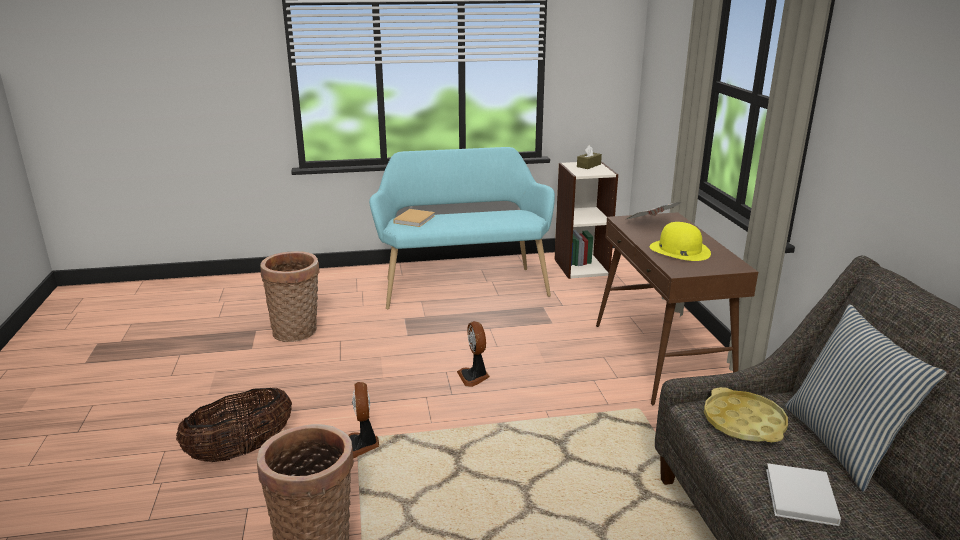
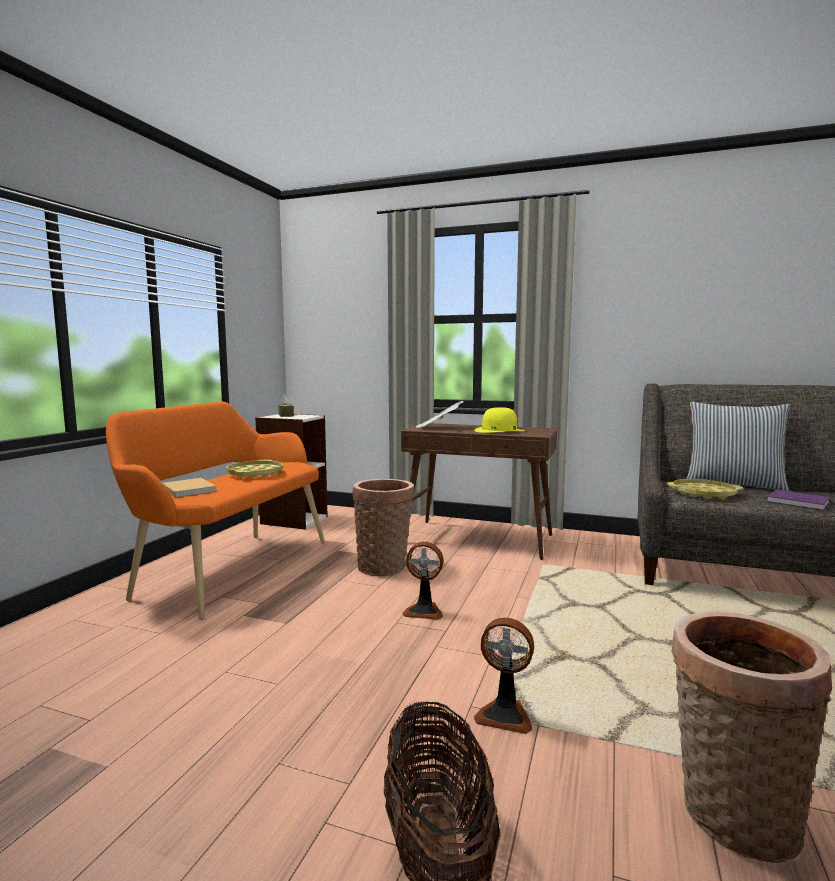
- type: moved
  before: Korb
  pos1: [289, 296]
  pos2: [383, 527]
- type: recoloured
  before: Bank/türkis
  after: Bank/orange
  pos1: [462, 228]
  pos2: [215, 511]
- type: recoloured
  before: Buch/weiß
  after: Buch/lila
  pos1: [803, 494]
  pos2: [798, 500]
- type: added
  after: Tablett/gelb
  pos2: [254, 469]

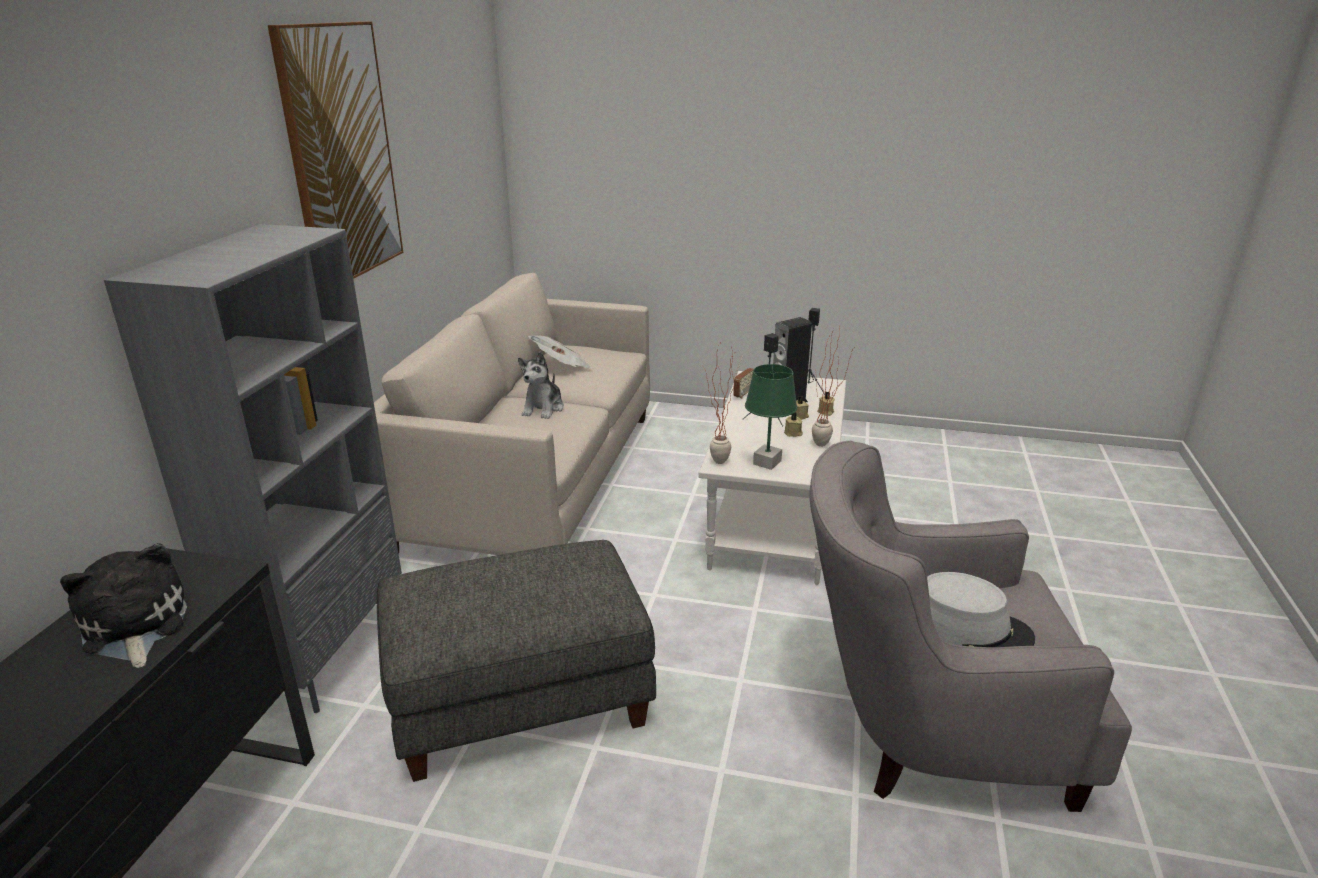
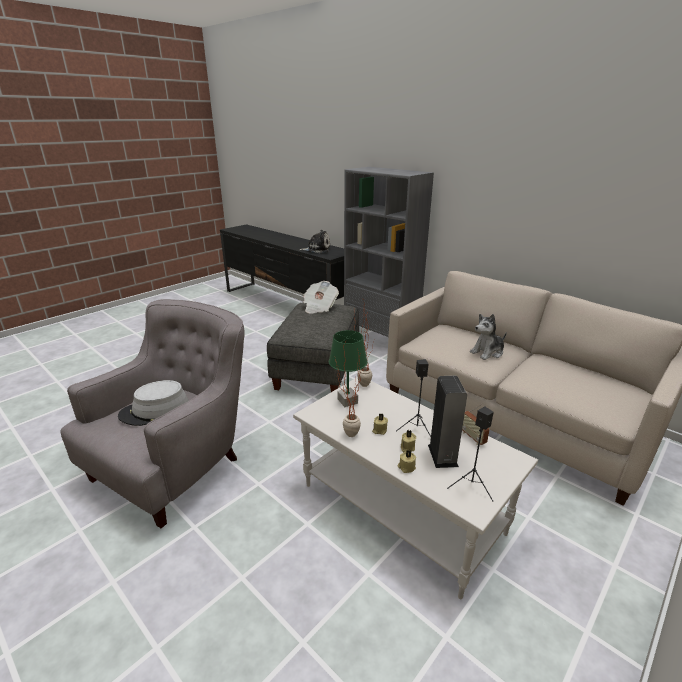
- type: removed
  before: Bild
  pos1: [335, 150]
- type: turned
  before: Plüschtier
  pos1: [541, 385]
  pos2: [488, 337]
  turn: -75
- type: moved
  before: Zeitung
  pos1: [560, 352]
  pos2: [321, 297]

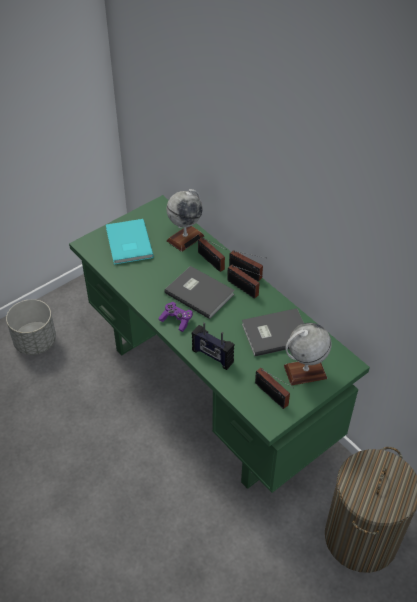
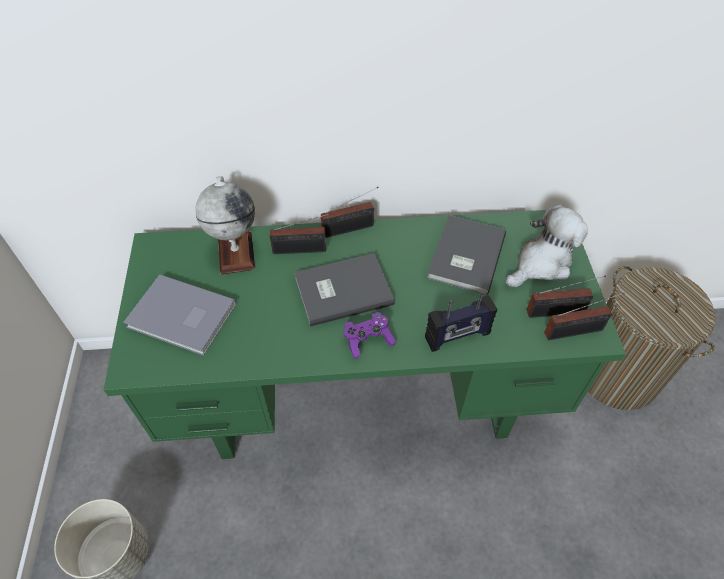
- type: recoloured
  before: Buch/türkis
  after: Buch/grau
  pos1: [130, 242]
  pos2: [179, 315]
- type: moved
  before: Radio
  pos1: [245, 282]
  pos2: [584, 316]
- type: replaced
  before: Globus
  after: Plüschtier
  pos1: [307, 354]
  pos2: [546, 246]

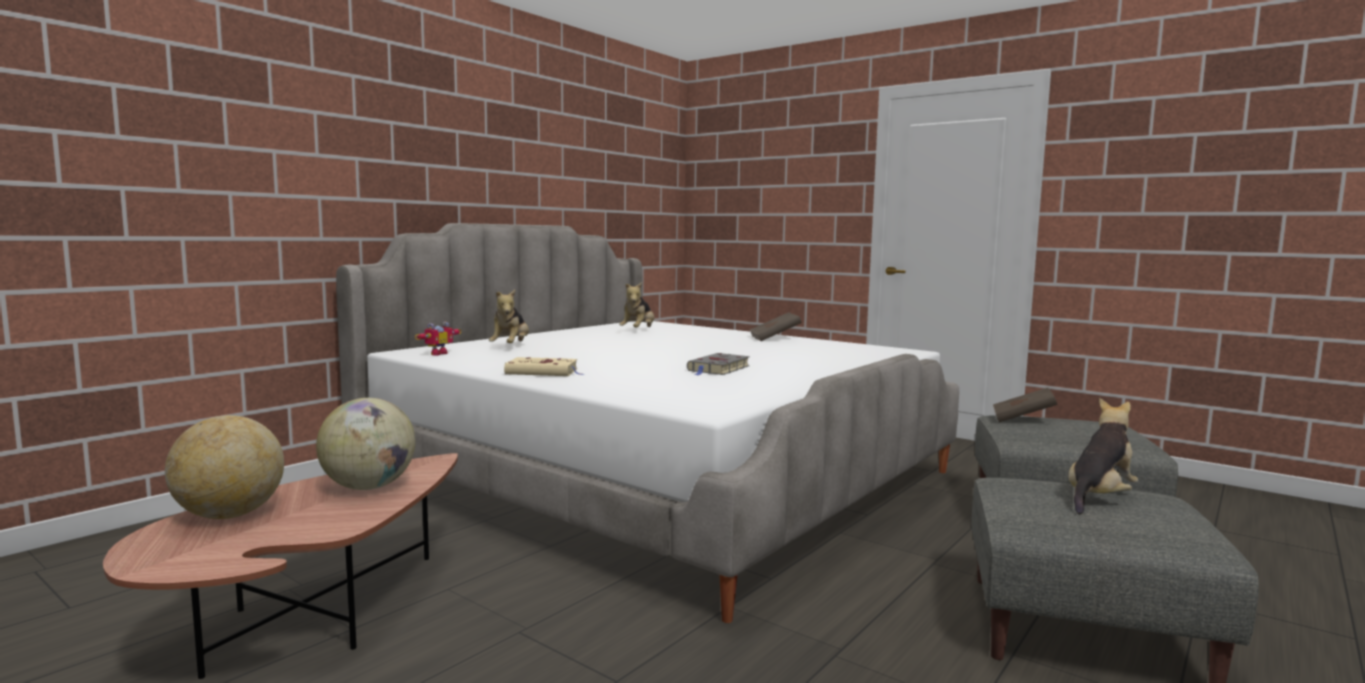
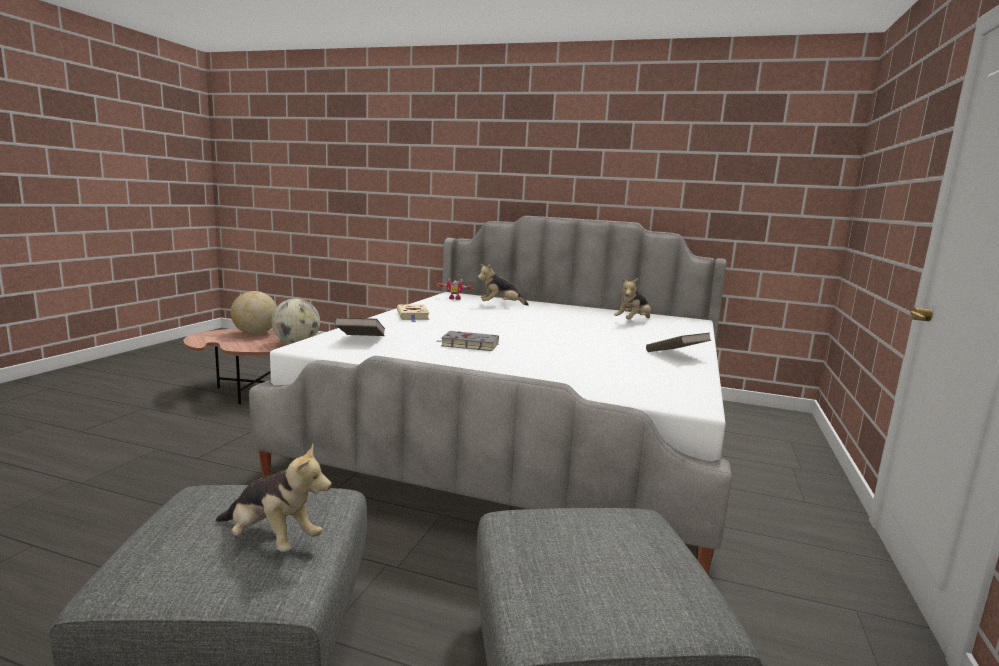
- type: turned
  before: Plüschtier
  pos1: [636, 304]
  pos2: [632, 298]
  turn: -45
- type: moved
  before: Buch/braun
  pos1: [1025, 405]
  pos2: [359, 326]

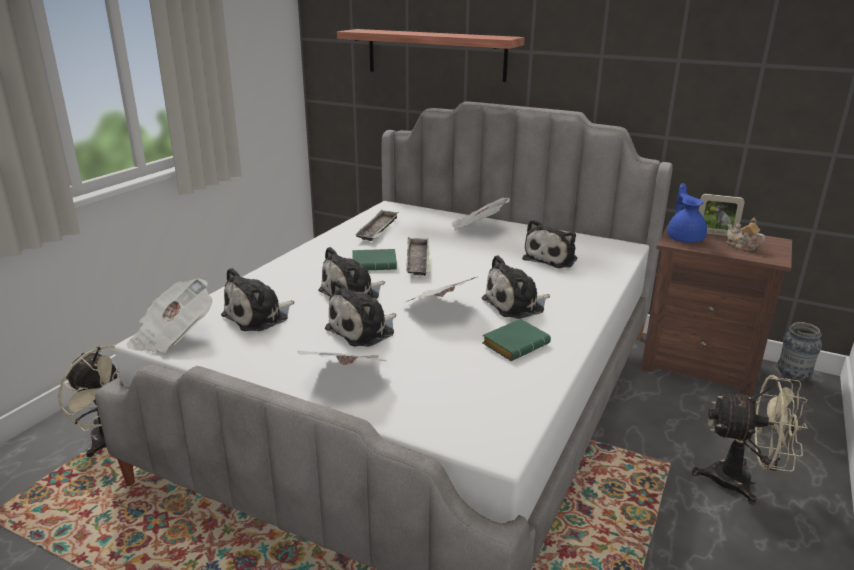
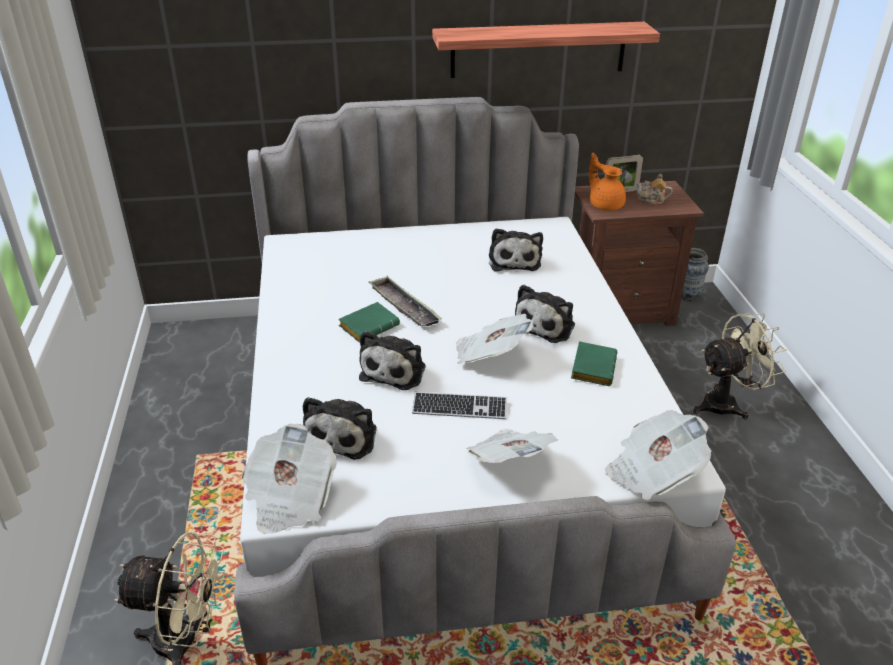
- type: replaced
  before: Plüschtier
  after: Tastatur
  pos1: [360, 313]
  pos2: [459, 405]
- type: moved
  before: Wandregal
  pos1: [431, 55]
  pos2: [546, 50]
- type: removed
  before: Tablett
  pos1: [377, 225]
- type: moved
  before: Zeitung
  pos1: [481, 214]
  pos2: [658, 455]
- type: recoloured
  before: Teekanne/blau
  after: Teekanne/orange
  pos1: [687, 213]
  pos2: [607, 182]

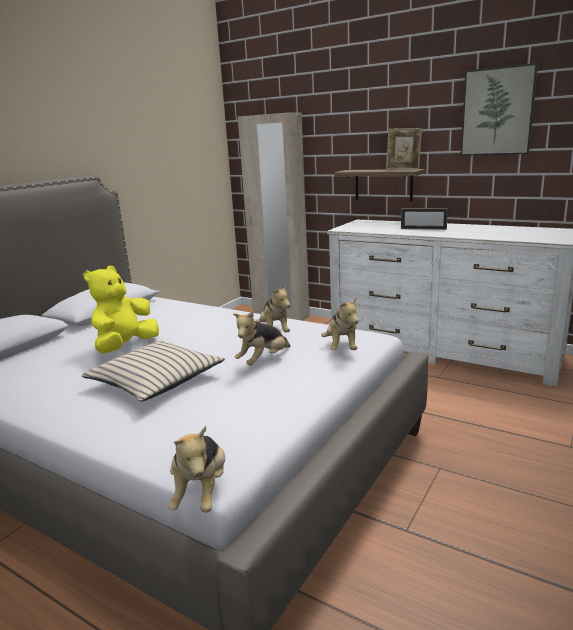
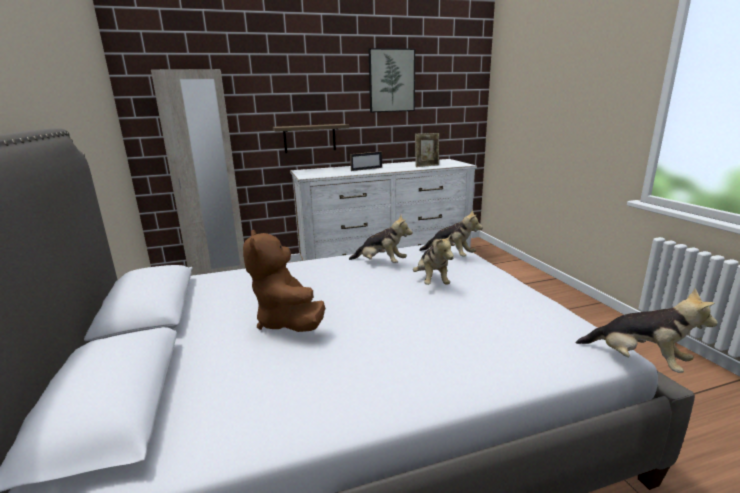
- type: removed
  before: Kissen/beige
  pos1: [153, 371]
- type: recoloured
  before: Plüschtier/gelb
  after: Plüschtier/braun
  pos1: [121, 309]
  pos2: [284, 281]
- type: moved
  before: Bilderrahmen
  pos1: [404, 149]
  pos2: [427, 150]

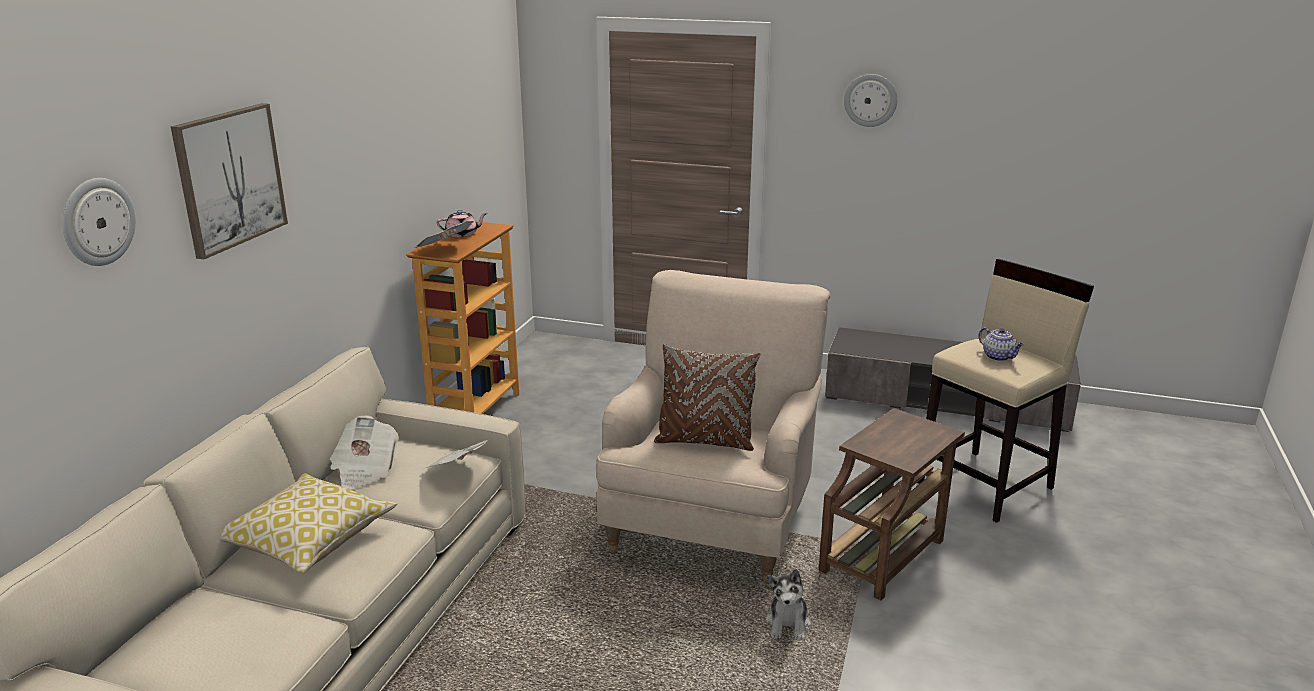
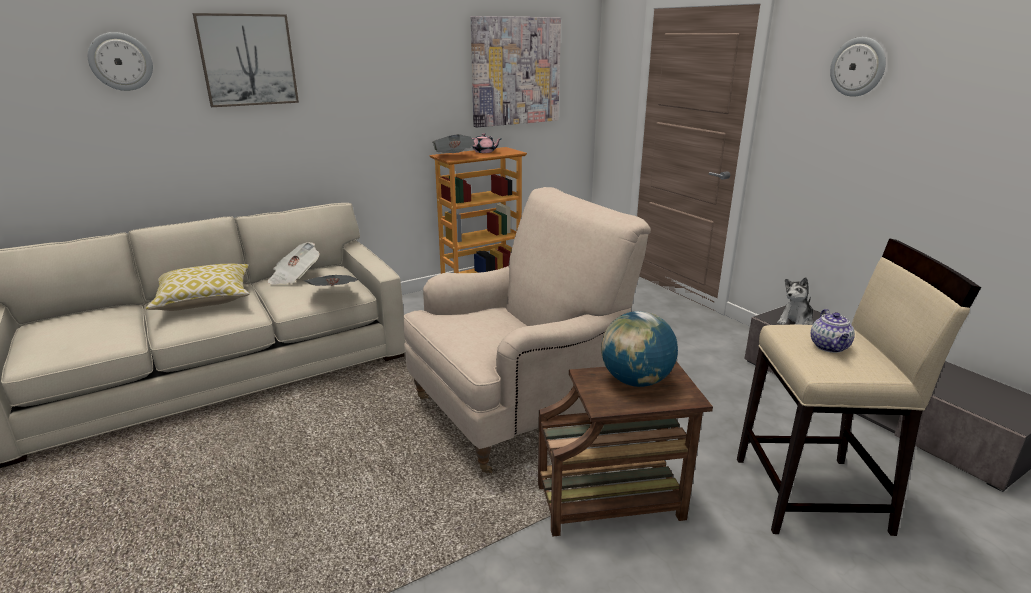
- type: removed
  before: Kissen/braun
  pos1: [707, 397]
- type: moved
  before: Plüschtier
  pos1: [788, 605]
  pos2: [795, 301]
- type: added
  after: Bild
  pos2: [516, 71]
- type: added
  after: Globus
  pos2: [639, 349]

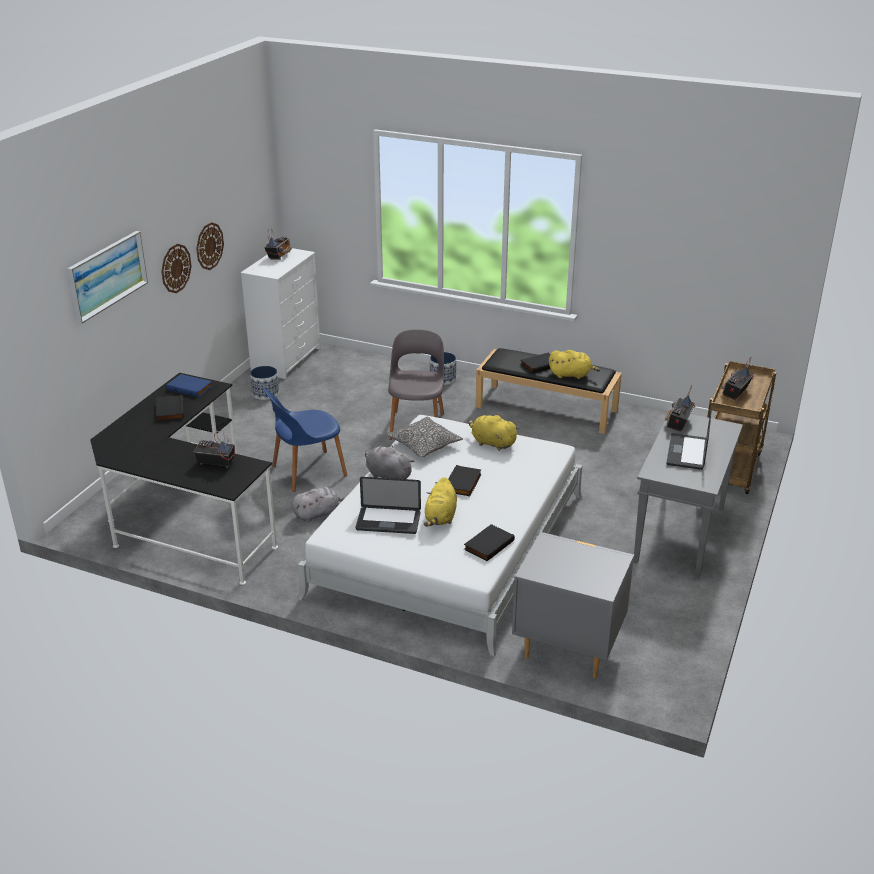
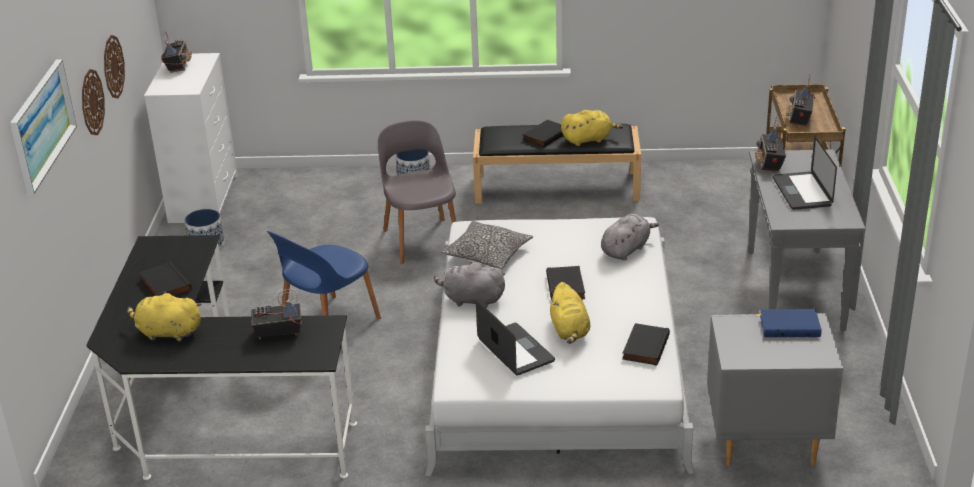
- type: moved
  before: Buch/blau
  pos1: [189, 385]
  pos2: [791, 323]
- type: moved
  before: Plüschtier/grau
  pos1: [318, 504]
  pos2: [630, 237]
- type: turned
  before: Laptop
  pos1: [388, 505]
  pos2: [515, 337]
  turn: -105
- type: moved
  before: Plüschtier/gelb
  pos1: [494, 432]
  pos2: [164, 316]

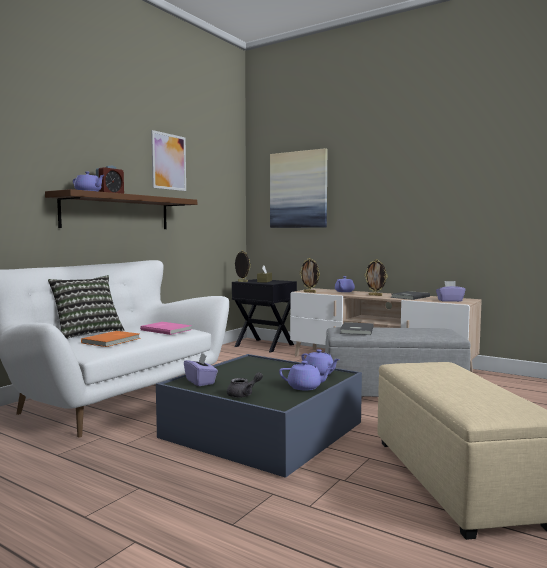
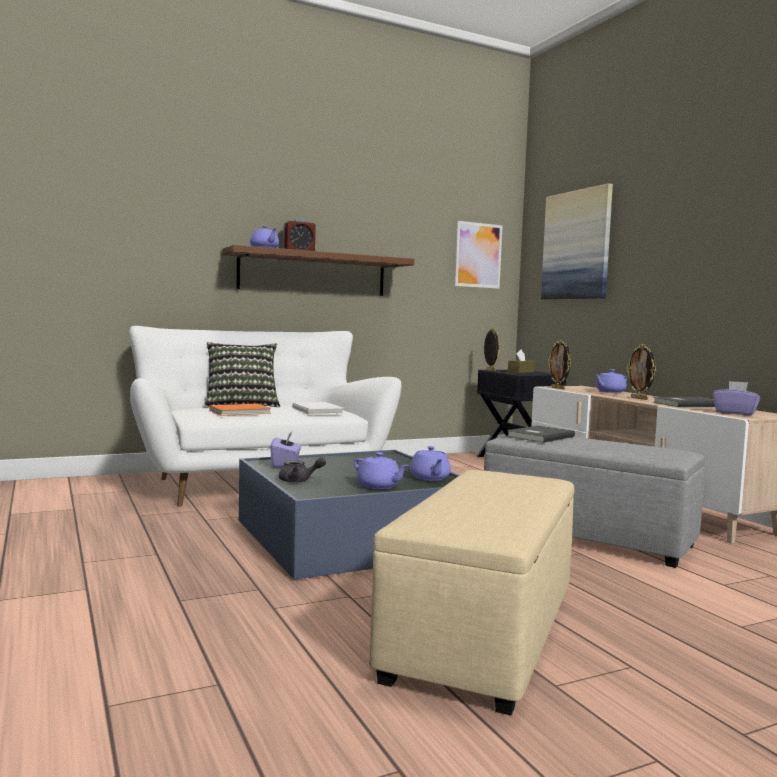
- type: recoloured
  before: Buch/rosa
  after: Buch/weiß
  pos1: [166, 328]
  pos2: [317, 408]
- type: moved
  before: Bild
  pos1: [168, 160]
  pos2: [478, 255]

